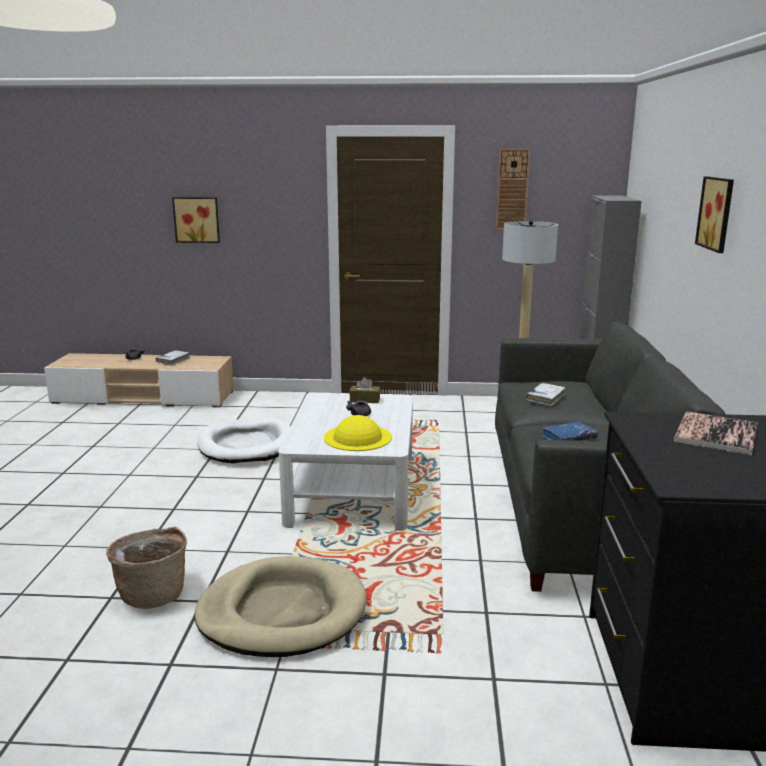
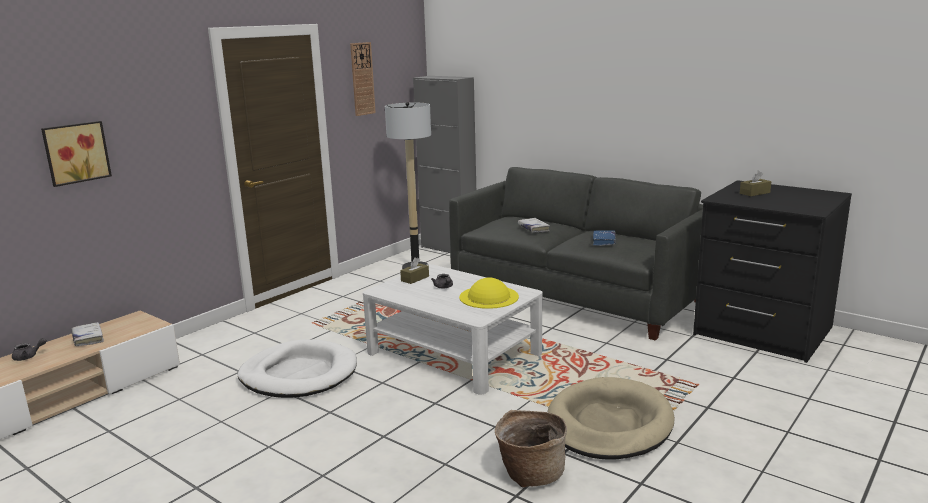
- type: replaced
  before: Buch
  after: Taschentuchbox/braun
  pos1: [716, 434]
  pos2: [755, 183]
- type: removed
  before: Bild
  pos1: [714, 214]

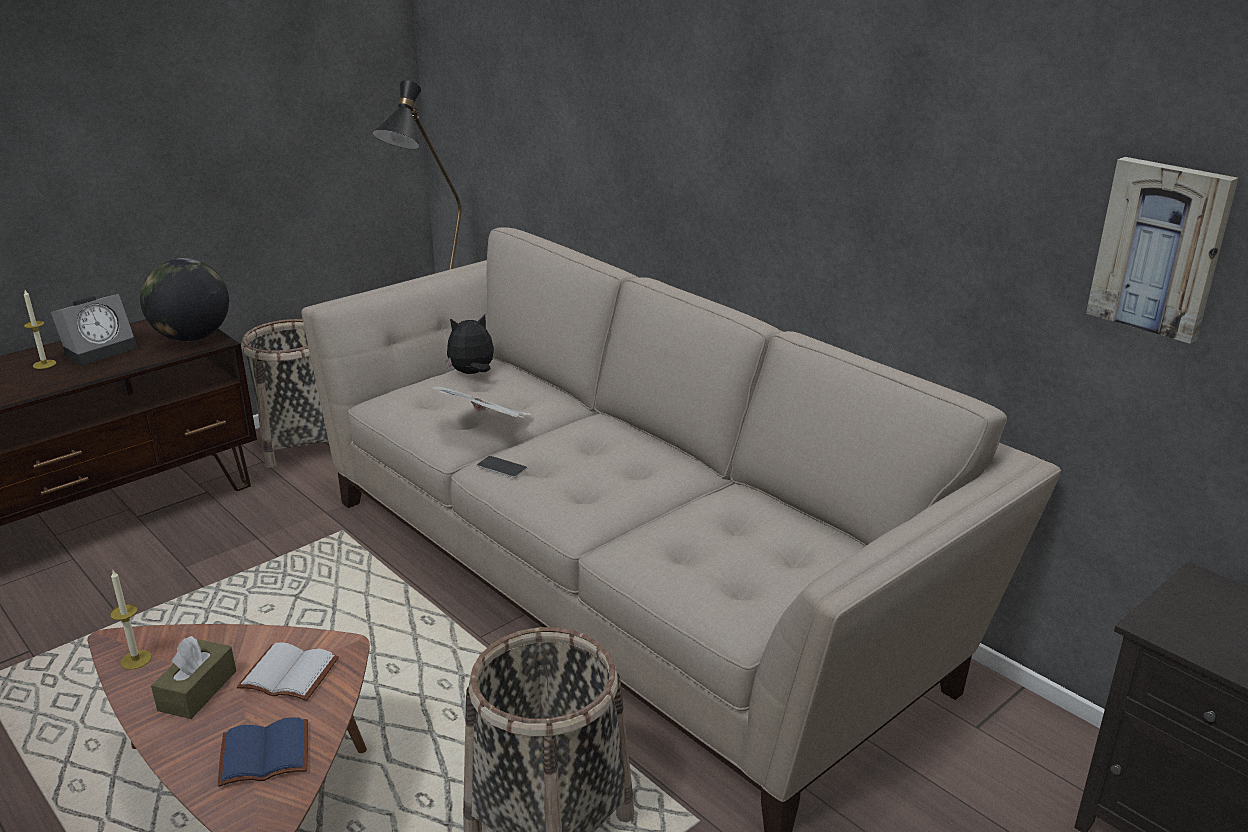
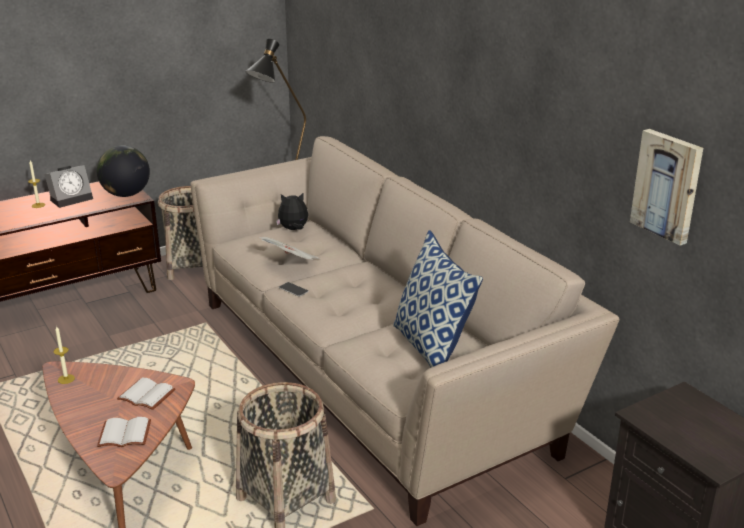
- type: removed
  before: Taschentuchbox/braun
  pos1: [193, 677]
- type: recoloured
  before: Buch/blau
  after: Buch/weiß
  pos1: [262, 752]
  pos2: [124, 432]
- type: added
  after: Kissen
  pos2: [438, 299]

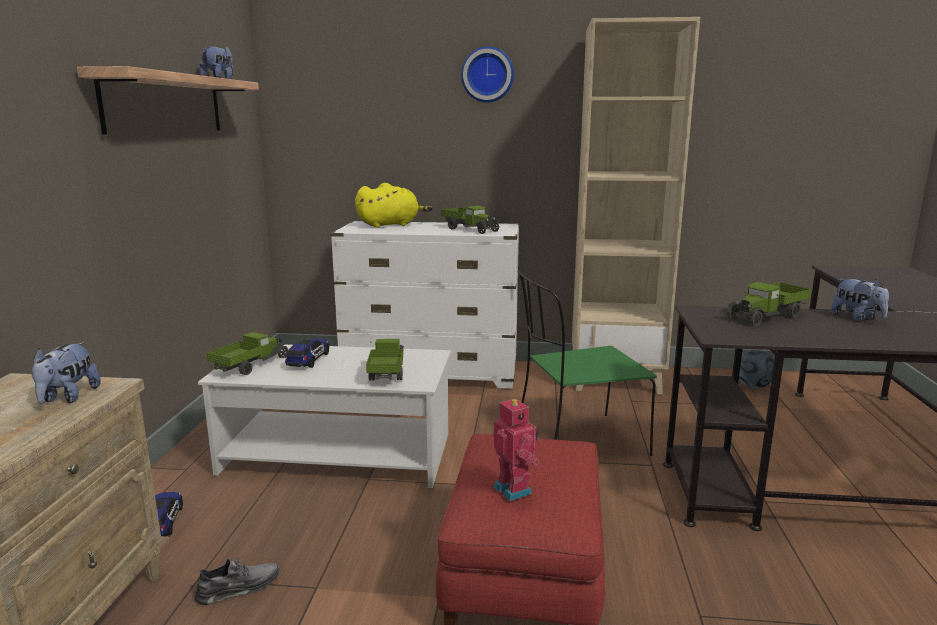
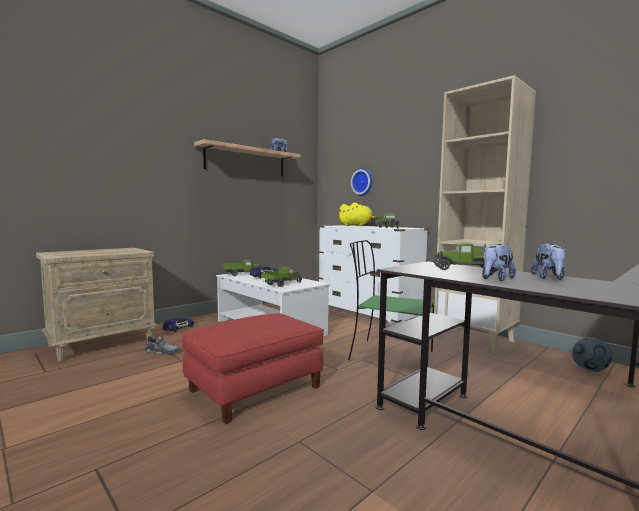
- type: moved
  before: Plüschtier
  pos1: [66, 373]
  pos2: [499, 262]
- type: moved
  before: Wanduhr
  pos1: [487, 74]
  pos2: [362, 182]
- type: removed
  before: Spielzeugroboter
  pos1: [516, 449]

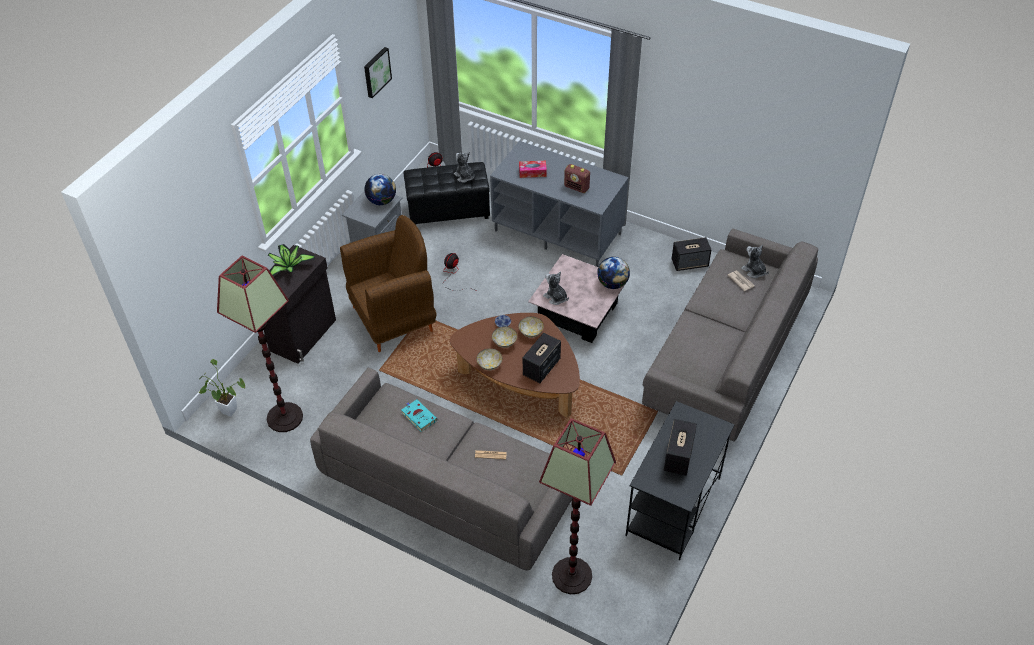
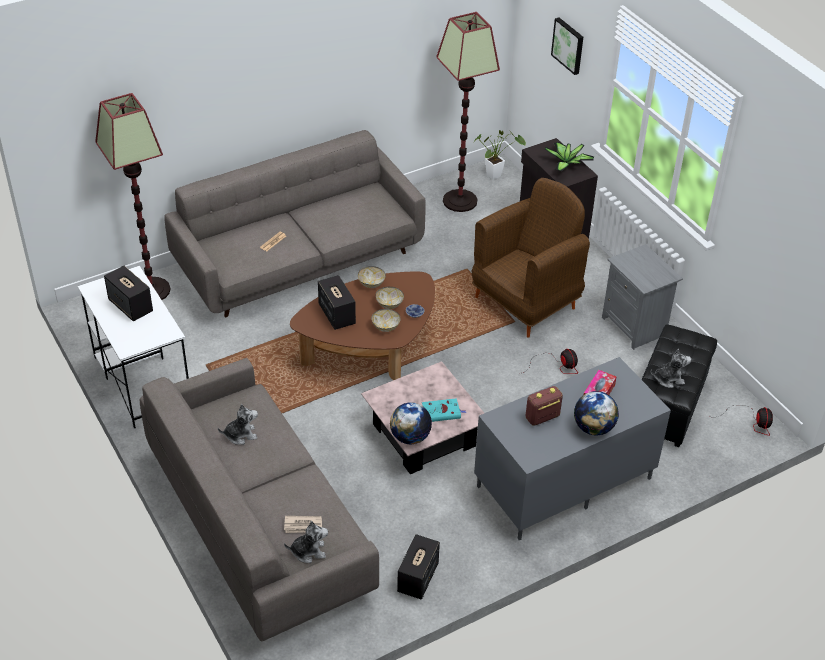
- type: turned
  before: Sessel/braun
  pos1: [388, 283]
  pos2: [531, 258]
  turn: -135
- type: moved
  before: Bild
  pos1: [378, 72]
  pos2: [567, 46]
- type: moved
  before: Globus
  pos1: [380, 189]
  pos2: [596, 413]
- type: moved
  before: Buch/türkis
  pos1: [419, 415]
  pos2: [444, 410]
- type: moved
  before: Plüschtier
  pos1: [556, 288]
  pos2: [238, 424]
- type: recoloured
  before: Schreibtisch/schwarz
  after: Schreibtisch/weiß
  pos1: [680, 480]
  pos2: [133, 347]

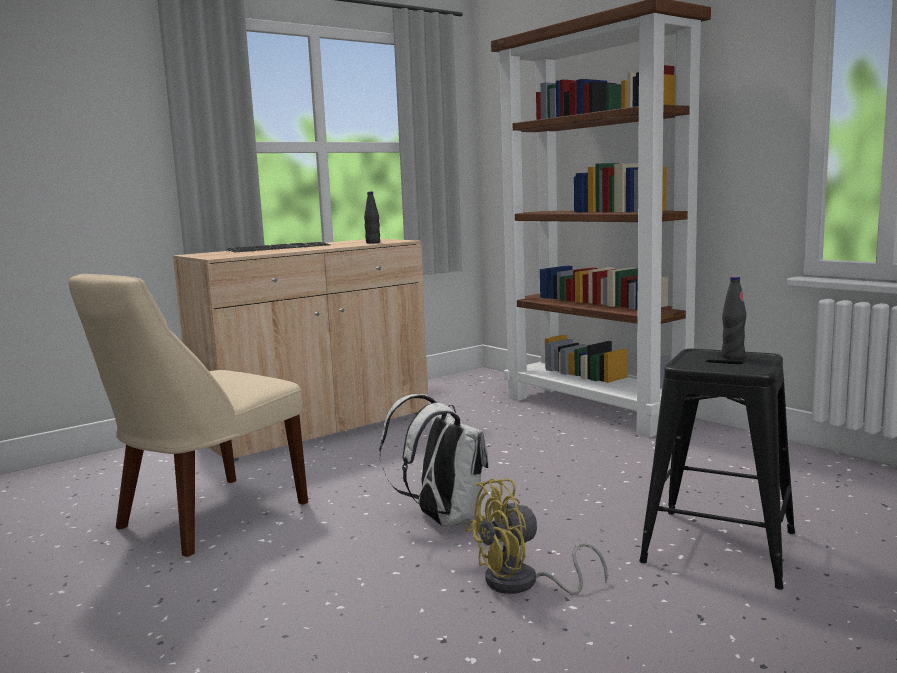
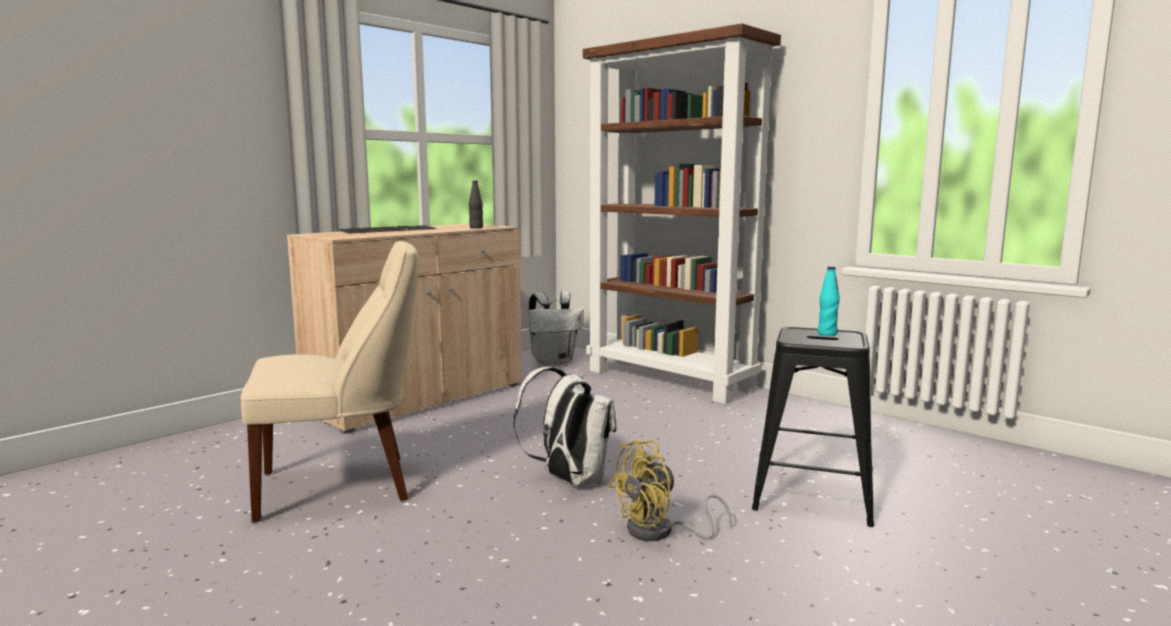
- type: turned
  before: Stuhl/beige
  pos1: [188, 415]
  pos2: [330, 382]
  turn: -135
- type: recoloured
  before: Flasche/schwarz
  after: Flasche/türkis
  pos1: [733, 317]
  pos2: [829, 301]
- type: added
  after: Rucksack/weiß
  pos2: [556, 328]

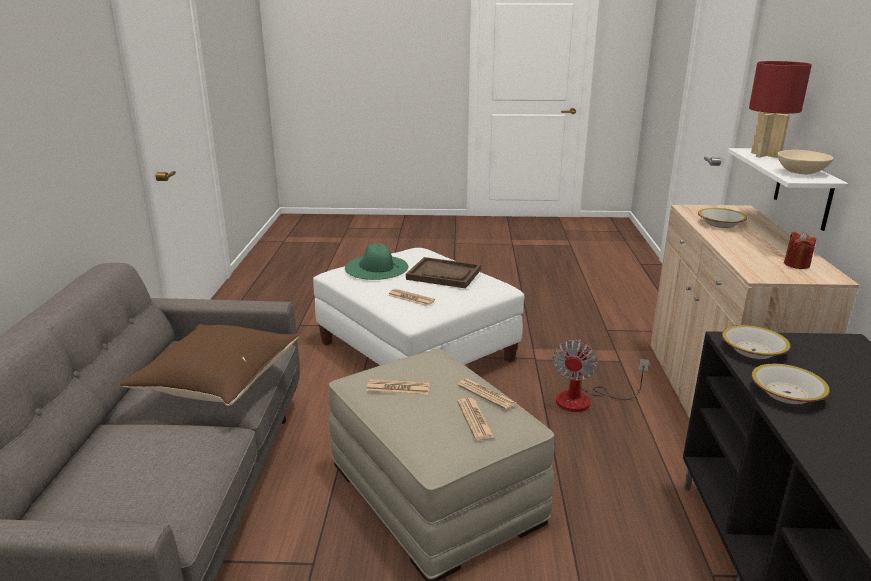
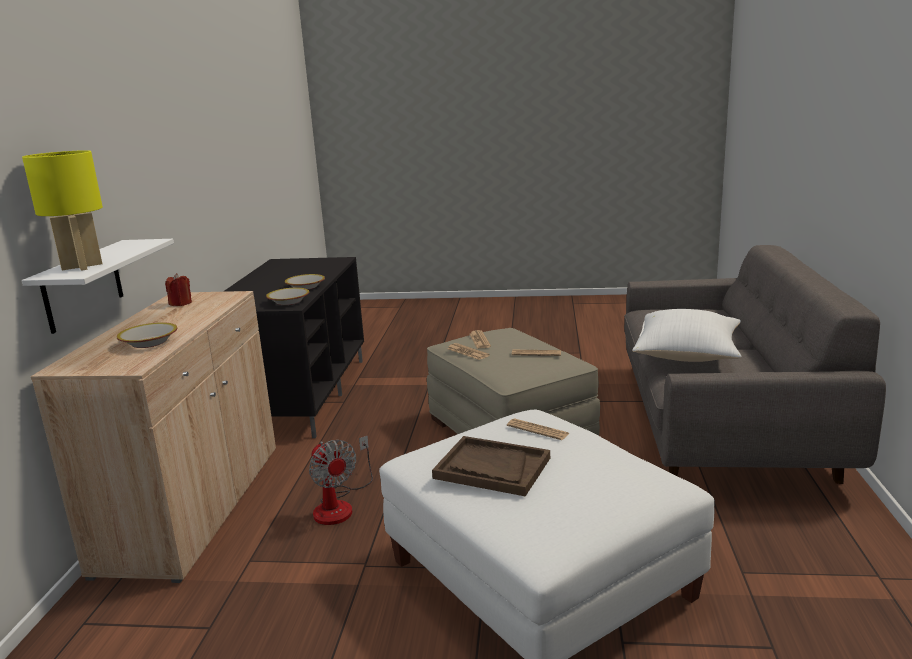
- type: recoloured
  before: Kissen/braun
  after: Kissen/weiß
  pos1: [209, 365]
  pos2: [687, 335]
- type: removed
  before: Hut/grün
  pos1: [376, 261]
- type: turned
  before: Ventilator
  pos1: [601, 375]
  pos2: [341, 480]
  turn: 120
- type: recoloured
  before: Tischlampe/rot
  after: Tischlampe/gelb
  pos1: [780, 109]
  pos2: [62, 210]
- type: removed
  before: Schüssel/beige
  pos1: [805, 162]

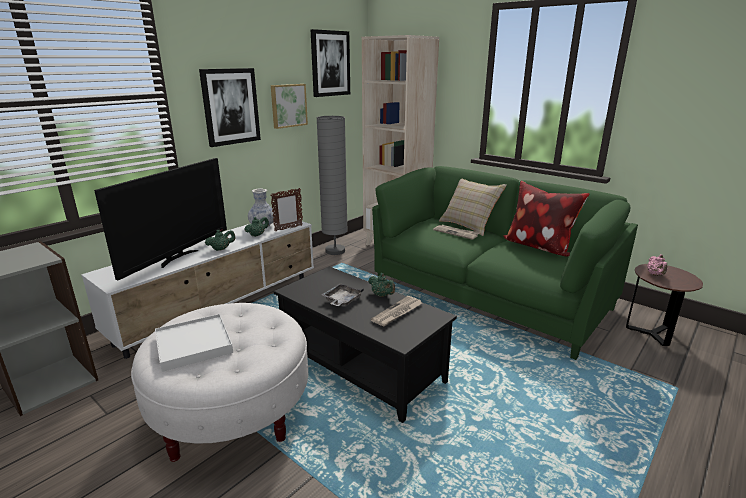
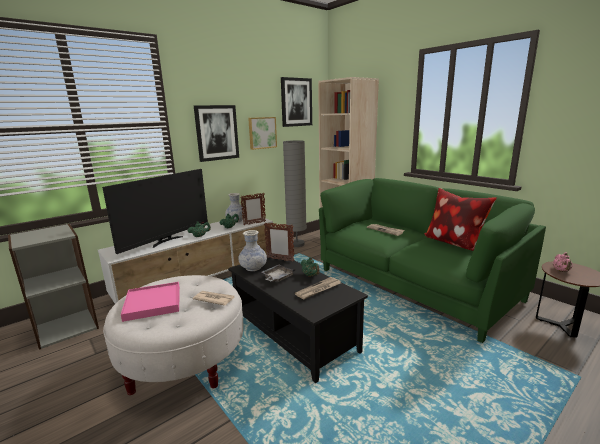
- type: recoloured
  before: Tablett/weiß
  after: Tablett/rosa
  pos1: [194, 343]
  pos2: [150, 302]
- type: removed
  before: Kissen/beige
  pos1: [473, 207]
- type: added
  after: Zeitung
  pos2: [214, 298]
- type: added
  after: Vase
  pos2: [252, 250]
- type: added
  after: Bilderrahmen
  pos2: [279, 242]

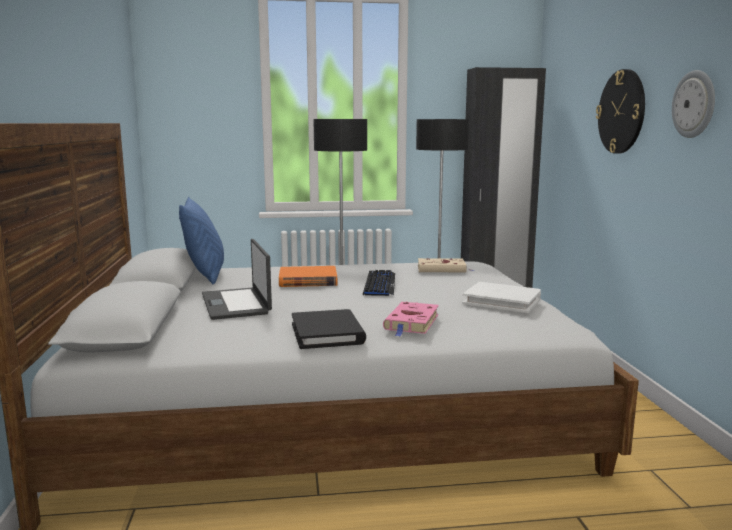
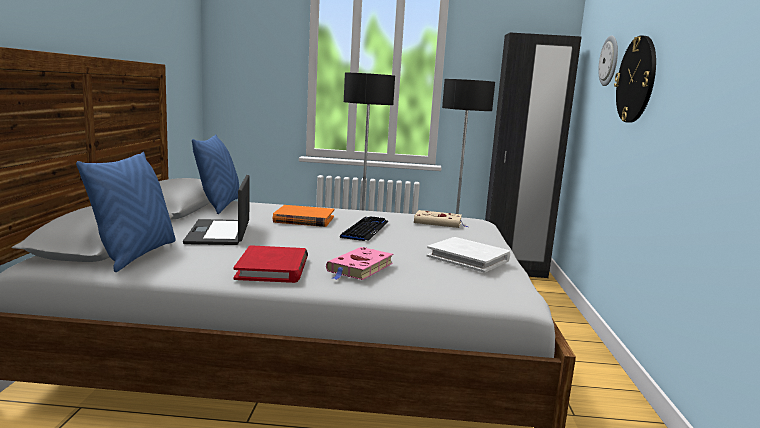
- type: recoloured
  before: Buch/schwarz
  after: Buch/rot
  pos1: [329, 329]
  pos2: [270, 264]
- type: moved
  before: Wanduhr
  pos1: [693, 104]
  pos2: [608, 61]
- type: added
  after: Kissen/blau
  pos2: [126, 212]

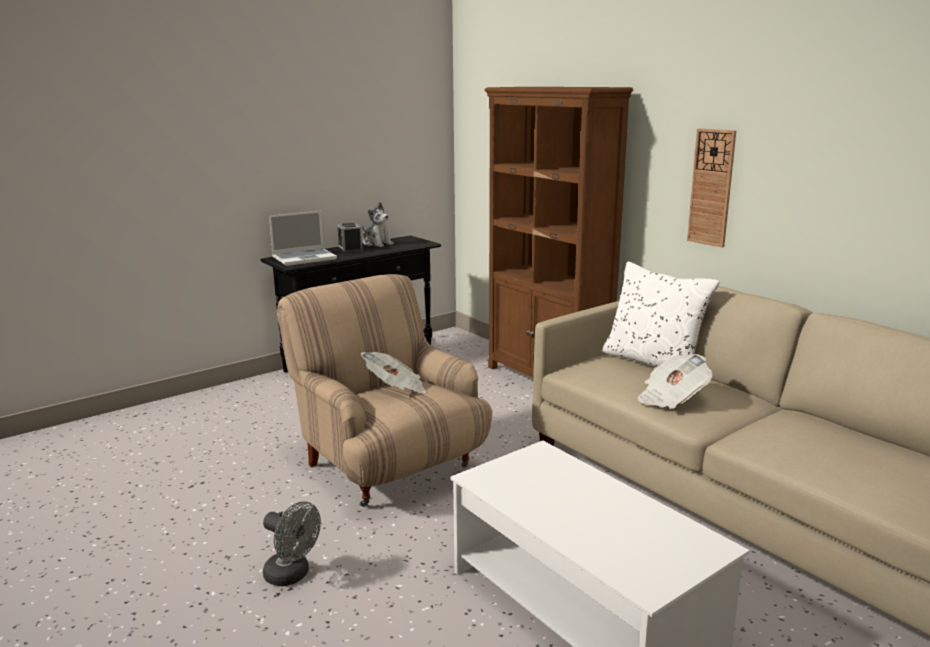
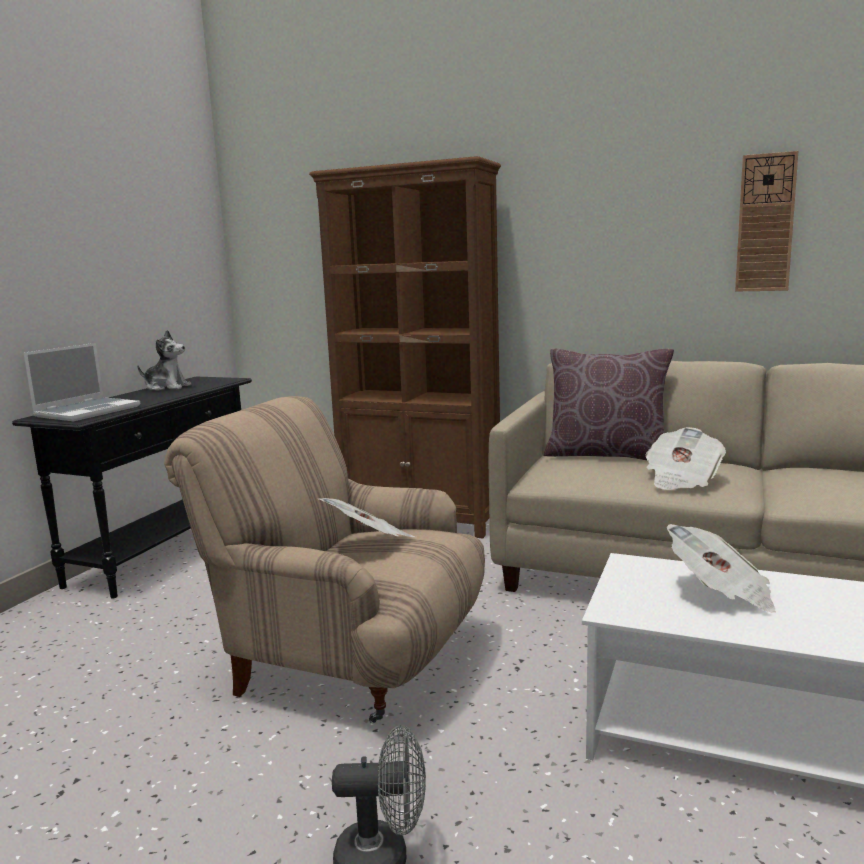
- type: removed
  before: Wecker
  pos1: [350, 238]
- type: recoloured
  before: Kissen/weiß
  after: Kissen/braun
  pos1: [660, 314]
  pos2: [609, 404]
- type: moved
  before: Wanduhr
  pos1: [711, 188]
  pos2: [766, 221]
- type: added
  after: Zeitung
  pos2: [721, 568]

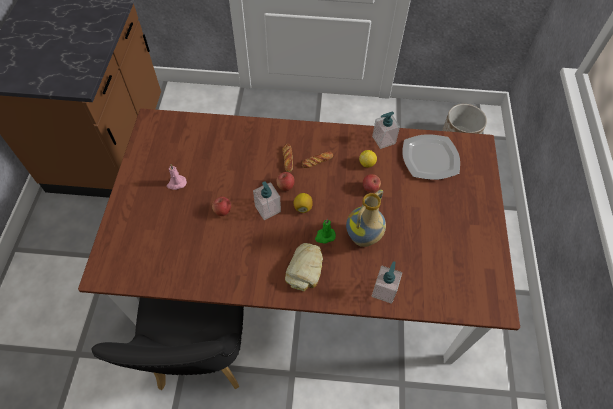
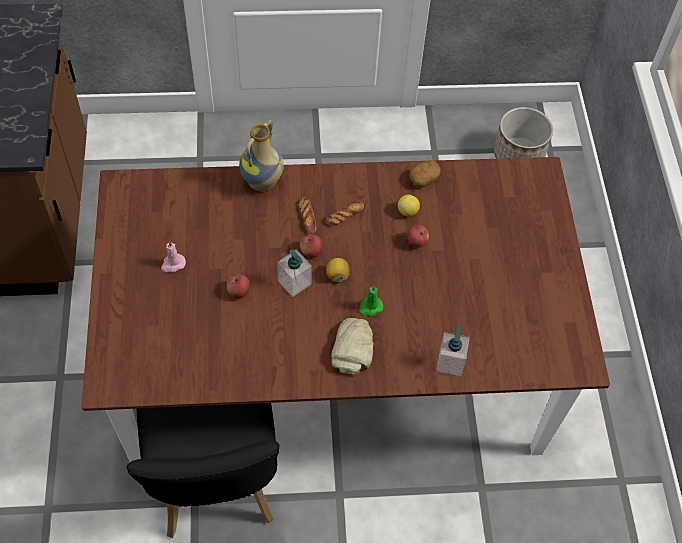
- type: moved
  before: Vase
  pos1: [366, 218]
  pos2: [261, 155]
- type: replaced
  before: Seifenspender
  after: Kartoffel
  pos1: [386, 130]
  pos2: [425, 174]
- type: removed
  before: Teller
  pos1: [431, 157]

